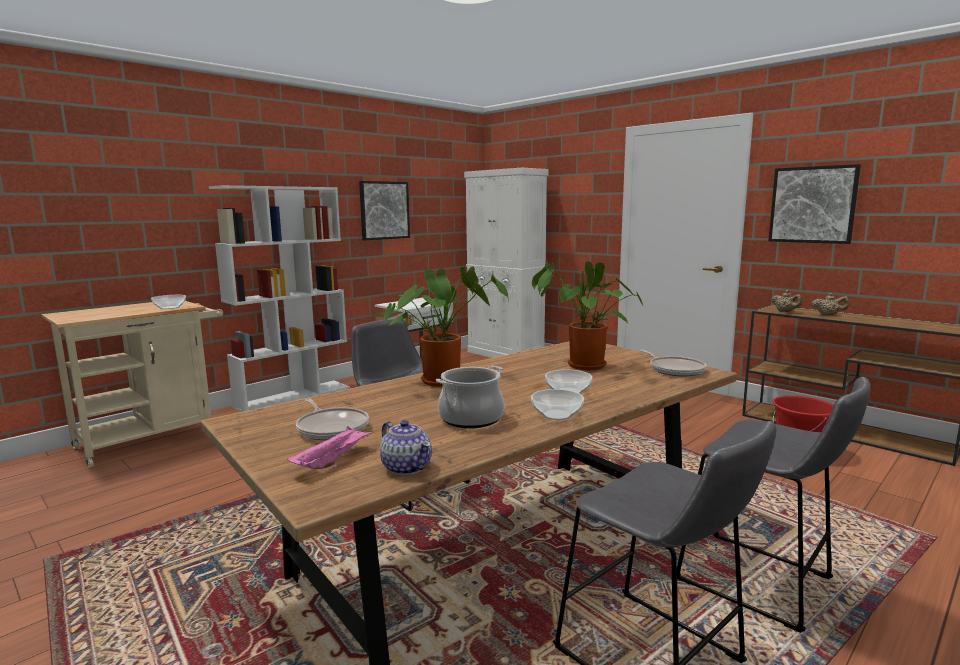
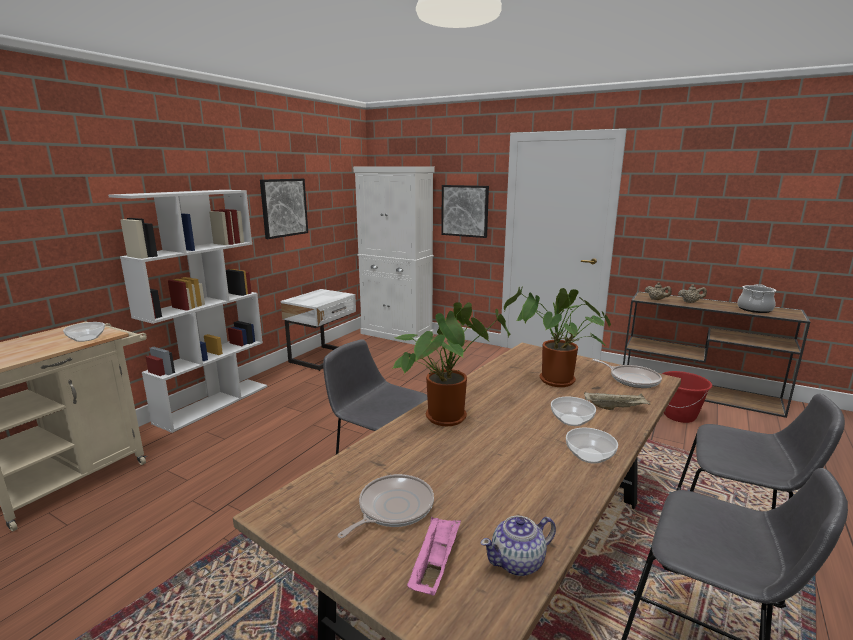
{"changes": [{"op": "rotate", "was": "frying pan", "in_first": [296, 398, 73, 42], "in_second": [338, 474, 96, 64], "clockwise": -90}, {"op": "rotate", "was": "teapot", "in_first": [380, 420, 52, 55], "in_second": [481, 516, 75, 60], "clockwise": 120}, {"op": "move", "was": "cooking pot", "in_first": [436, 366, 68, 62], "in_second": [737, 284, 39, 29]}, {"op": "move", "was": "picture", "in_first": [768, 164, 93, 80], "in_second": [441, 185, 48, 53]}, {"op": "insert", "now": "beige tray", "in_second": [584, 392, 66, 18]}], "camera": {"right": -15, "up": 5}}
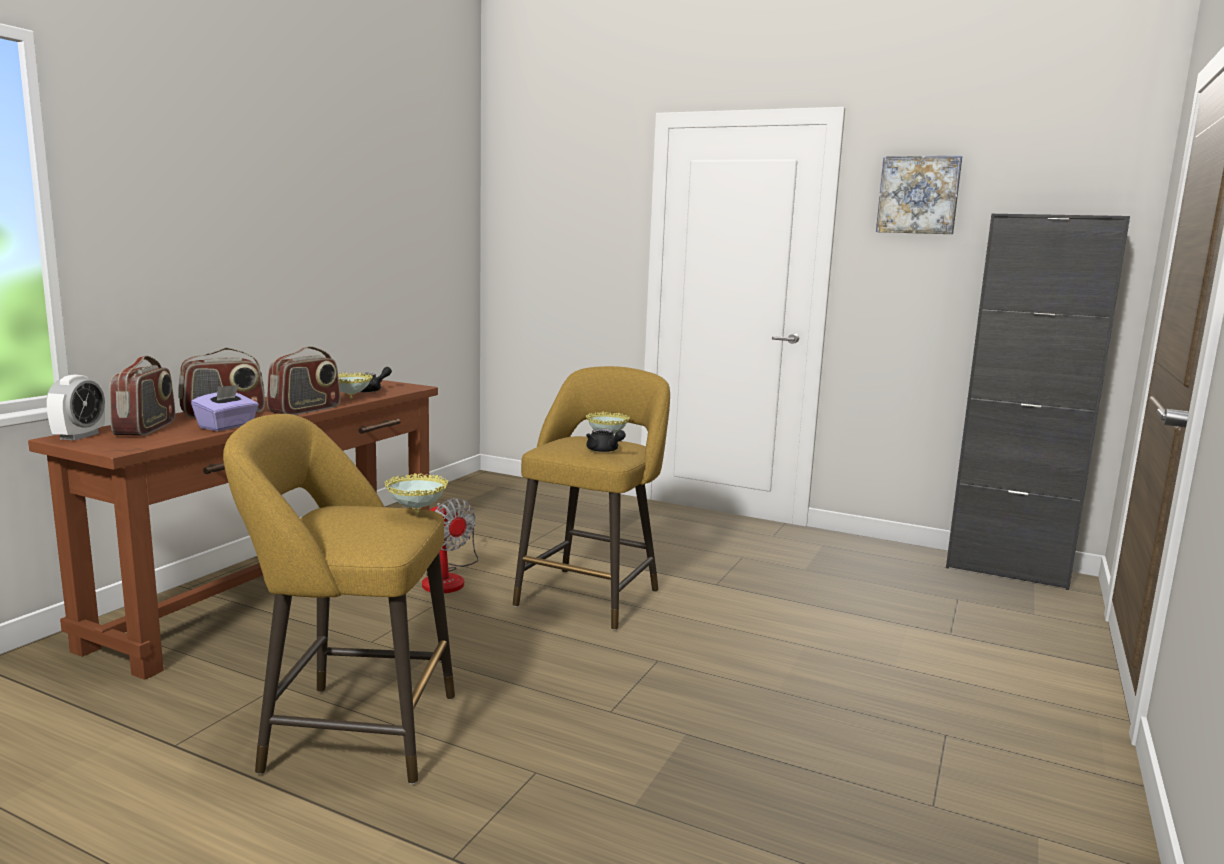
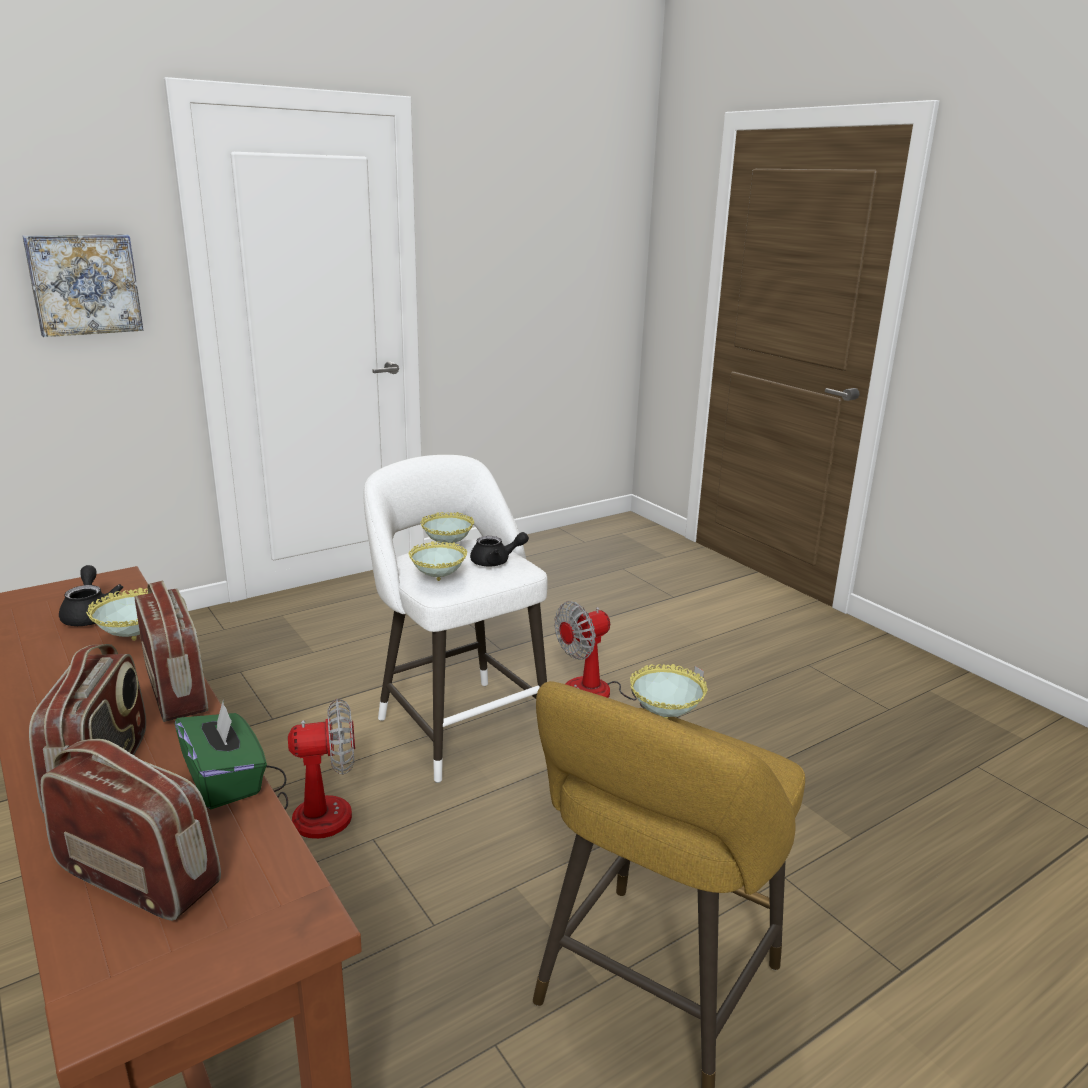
{"changes": [{"op": "delete", "was": "alarm clock", "in_first": [46, 375, 59, 65]}, {"op": "recolor", "was": "purple tissue box", "now": "green tissue box", "in_first": [191, 384, 68, 47], "in_second": [175, 701, 92, 108]}, {"op": "recolor", "was": "yellow stool", "now": "white stool", "in_first": [513, 366, 157, 264], "in_second": [363, 455, 185, 328]}, {"op": "move", "was": "picture", "in_first": [876, 156, 86, 78], "in_second": [22, 234, 121, 103]}, {"op": "delete", "was": "black cabinet", "in_first": [946, 214, 184, 376]}, {"op": "insert", "now": "bowl", "in_second": [408, 541, 59, 40]}, {"op": "insert", "now": "fan", "in_second": [554, 601, 150, 108]}], "camera": {"right": -60, "up": 10}}
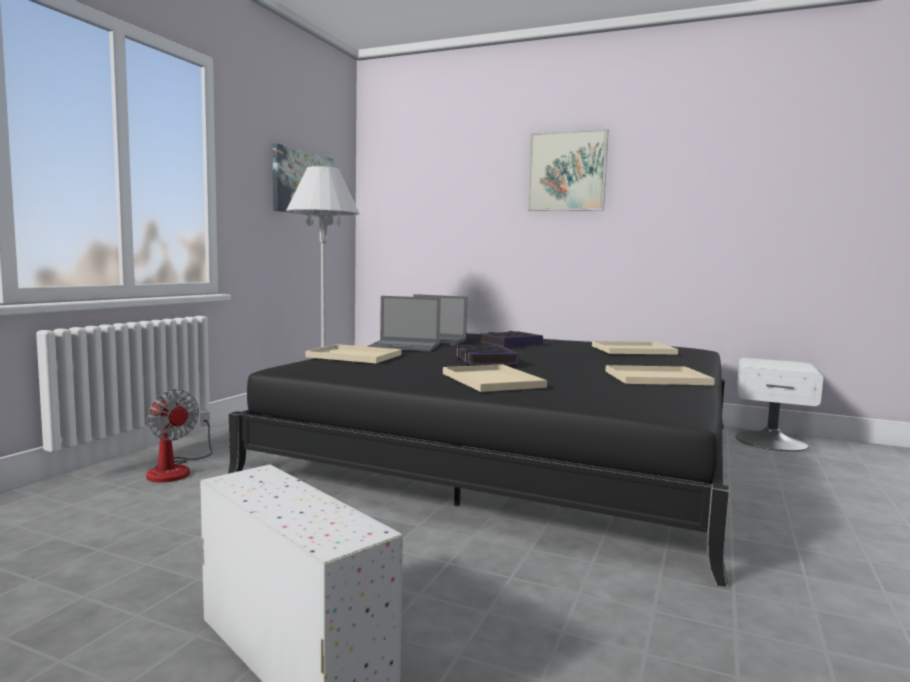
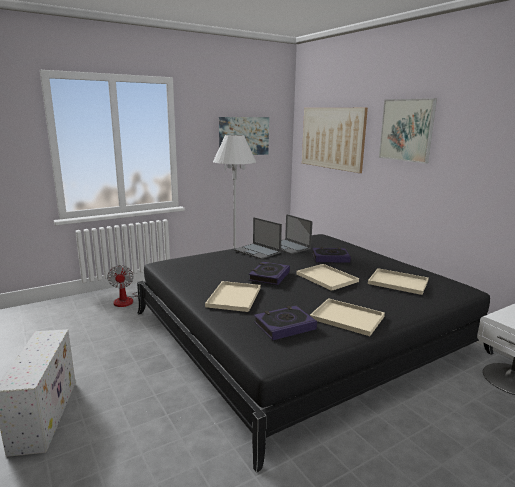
{"changes": [{"op": "move", "was": "beige tray", "in_first": [305, 344, 97, 19], "in_second": [296, 264, 63, 27]}, {"op": "insert", "now": "book", "in_second": [254, 306, 63, 34]}, {"op": "insert", "now": "picture", "in_second": [302, 108, 66, 65]}], "camera": {"right": 35, "up": 10}}
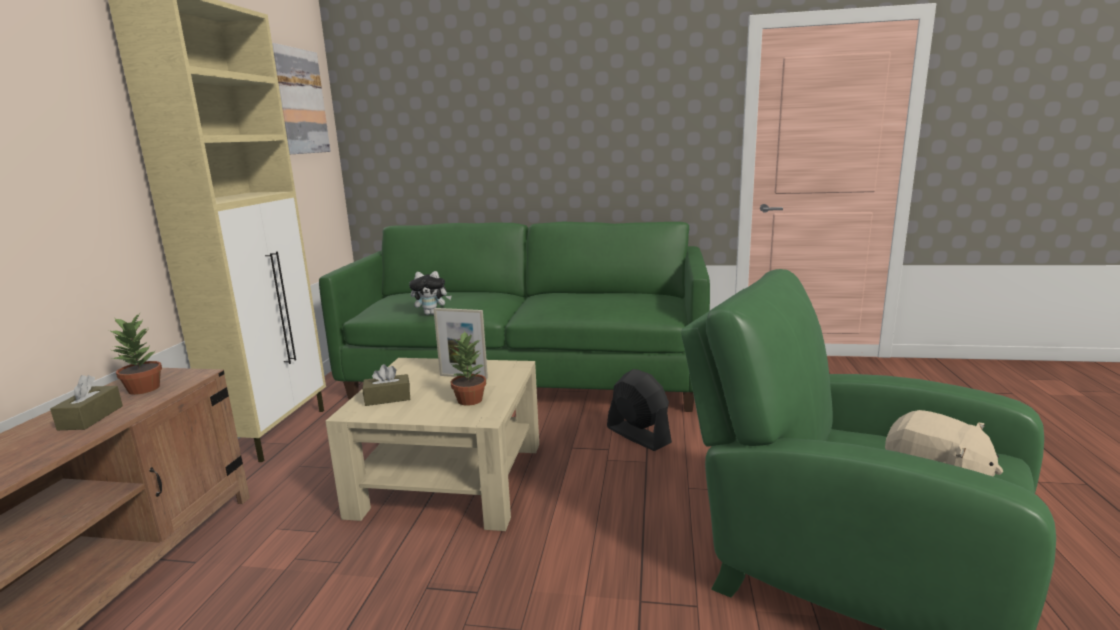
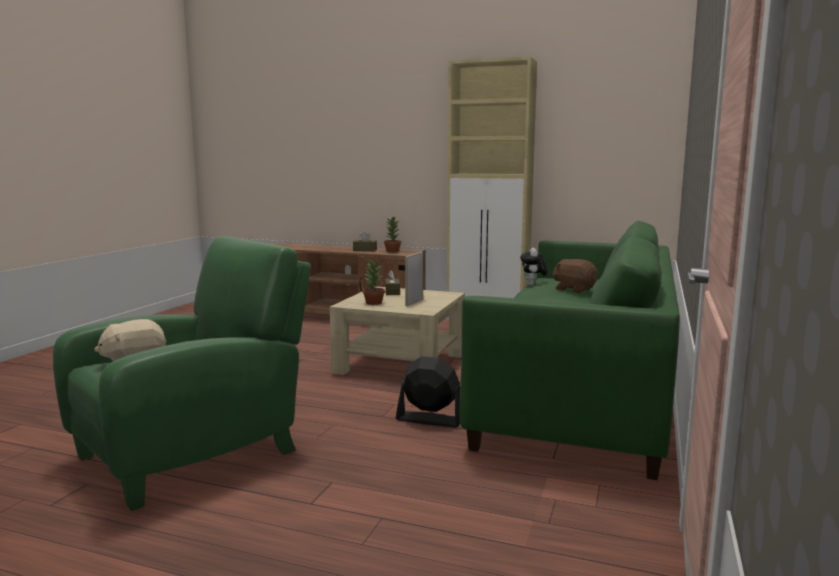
{"changes": [{"op": "delete", "was": "picture", "in_first": [272, 43, 59, 111]}, {"op": "rotate", "was": "black fan", "in_first": [607, 369, 65, 82], "in_second": [396, 356, 64, 72], "clockwise": -135}, {"op": "insert", "now": "brown plush toy", "in_second": [552, 259, 46, 34]}], "camera": {"right": 100, "up": -5}}
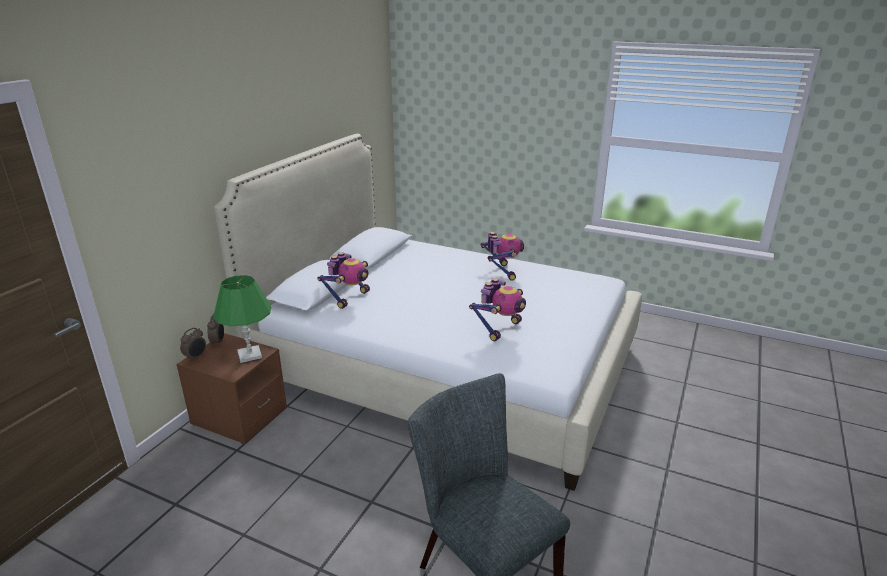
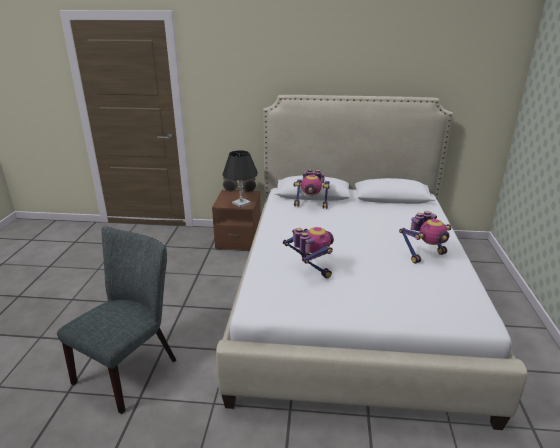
{"changes": [{"op": "recolor", "was": "green table lamp", "now": "black table lamp", "in_first": [213, 275, 58, 88], "in_second": [222, 150, 36, 57]}, {"op": "rotate", "was": "toy robot", "in_first": [469, 278, 57, 63], "in_second": [283, 227, 51, 52], "clockwise": -135}], "camera": {"right": 70, "up": 0}}
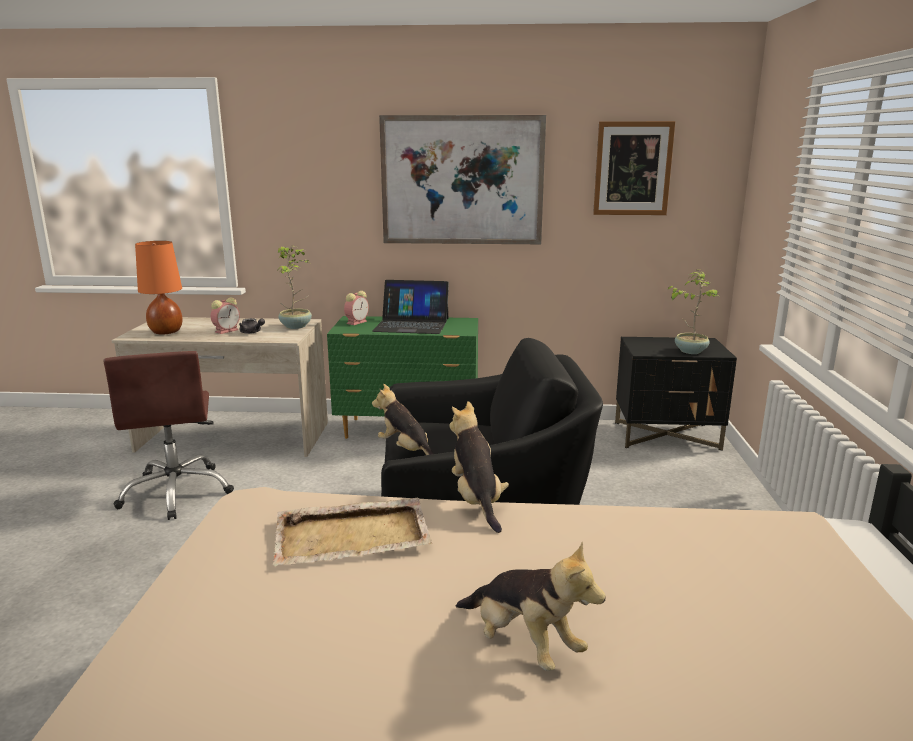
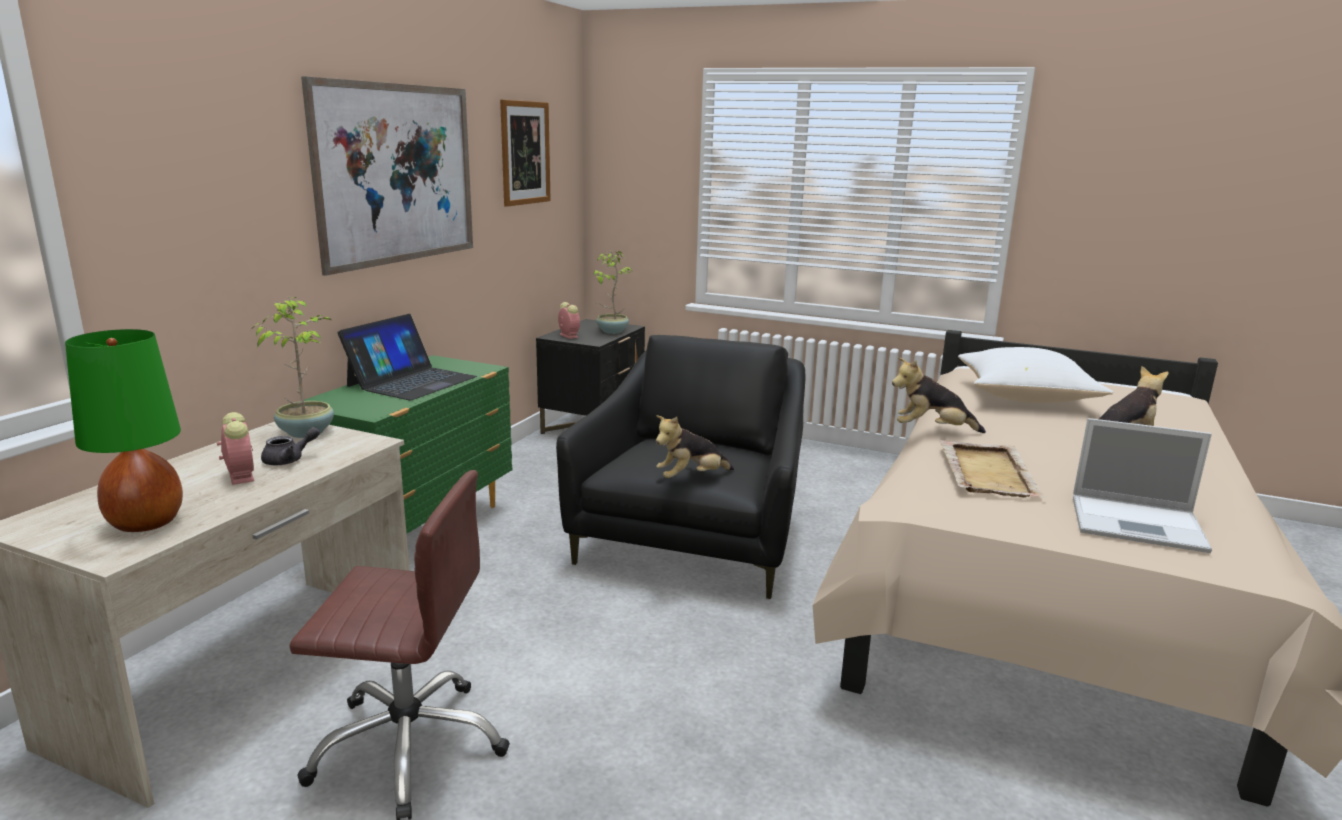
{"changes": [{"op": "recolor", "was": "orange table lamp", "now": "green table lamp", "in_first": [135, 241, 48, 94], "in_second": [65, 329, 118, 203]}, {"op": "move", "was": "alarm clock", "in_first": [344, 291, 25, 34], "in_second": [558, 302, 22, 37]}, {"op": "insert", "now": "white pillow", "in_second": [958, 347, 156, 56]}, {"op": "insert", "now": "laptop", "in_second": [1073, 418, 139, 135]}], "camera": {"right": -70, "up": 0}}
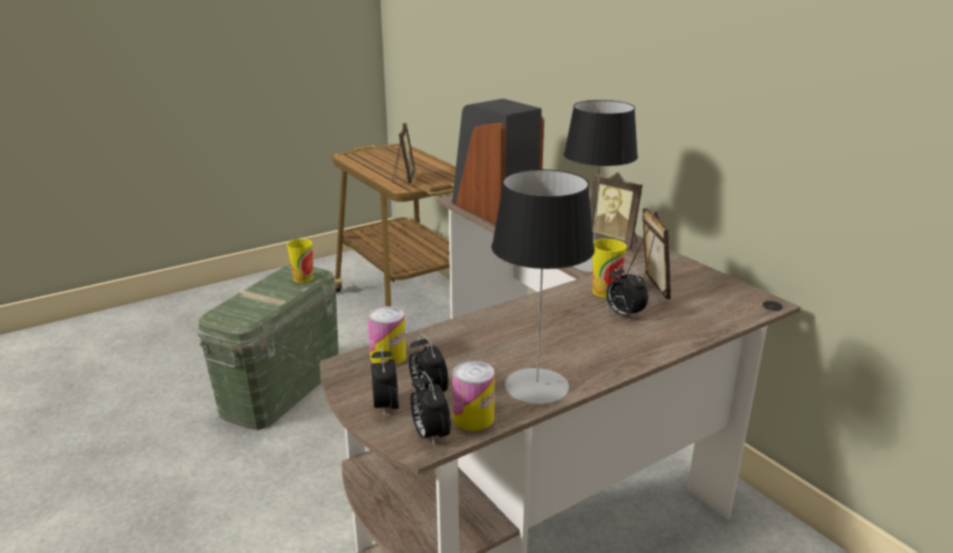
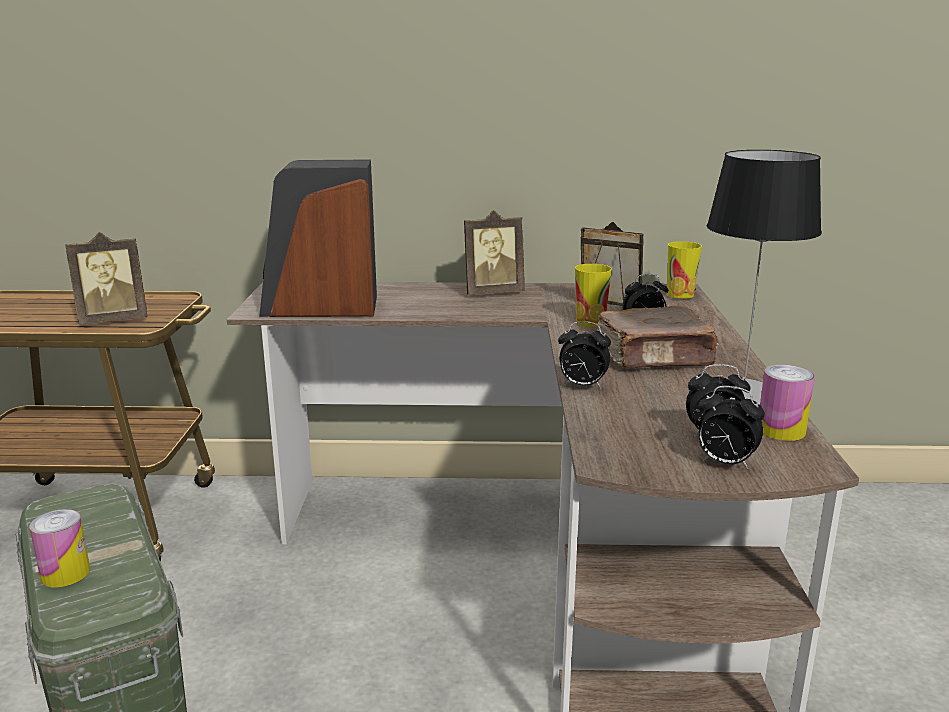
{"changes": [{"op": "move", "was": "cup", "in_first": [287, 239, 27, 44], "in_second": [667, 241, 35, 58]}, {"op": "move", "was": "can", "in_first": [367, 306, 39, 59], "in_second": [29, 509, 61, 79]}, {"op": "rotate", "was": "picture frame", "in_first": [392, 123, 24, 61], "in_second": [65, 232, 82, 93], "clockwise": 120}, {"op": "move", "was": "alarm clock", "in_first": [410, 371, 41, 76], "in_second": [558, 321, 53, 67]}, {"op": "delete", "was": "table lamp", "in_first": [564, 100, 74, 172]}, {"op": "insert", "now": "brown book", "in_second": [597, 306, 122, 62]}], "camera": {"right": -55, "up": -5}}
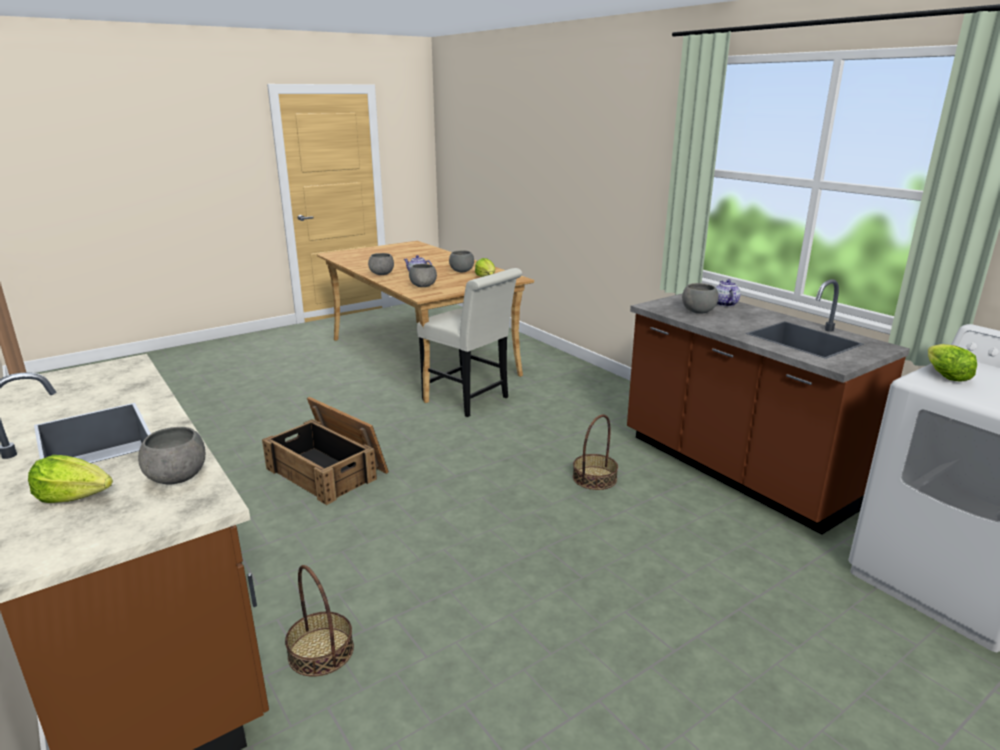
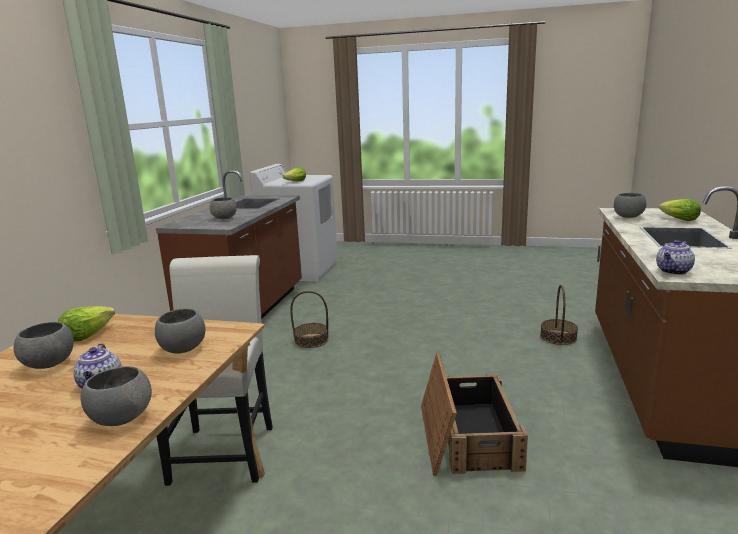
{"changes": [{"op": "move", "was": "teapot", "in_first": [716, 279, 25, 28], "in_second": [656, 240, 39, 35]}], "camera": {"right": -130, "up": -5}}
